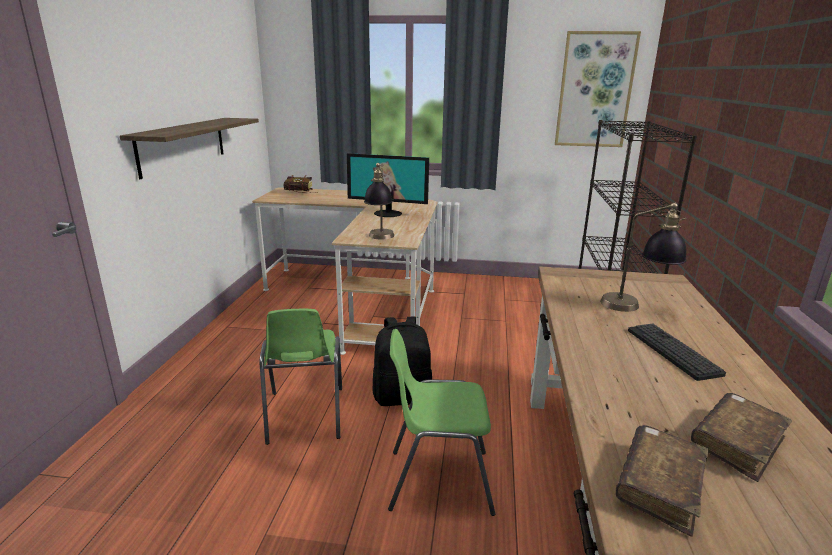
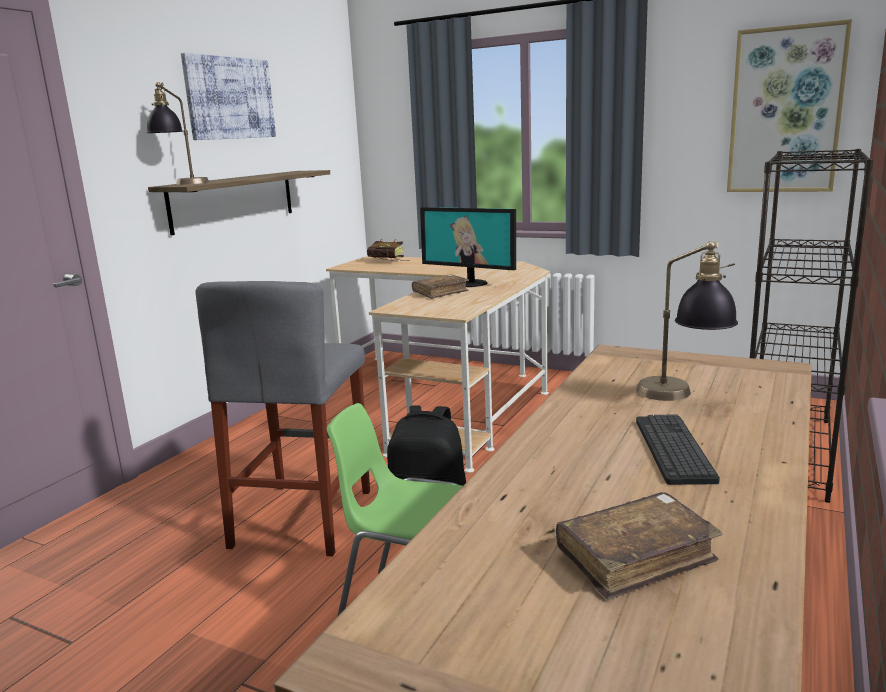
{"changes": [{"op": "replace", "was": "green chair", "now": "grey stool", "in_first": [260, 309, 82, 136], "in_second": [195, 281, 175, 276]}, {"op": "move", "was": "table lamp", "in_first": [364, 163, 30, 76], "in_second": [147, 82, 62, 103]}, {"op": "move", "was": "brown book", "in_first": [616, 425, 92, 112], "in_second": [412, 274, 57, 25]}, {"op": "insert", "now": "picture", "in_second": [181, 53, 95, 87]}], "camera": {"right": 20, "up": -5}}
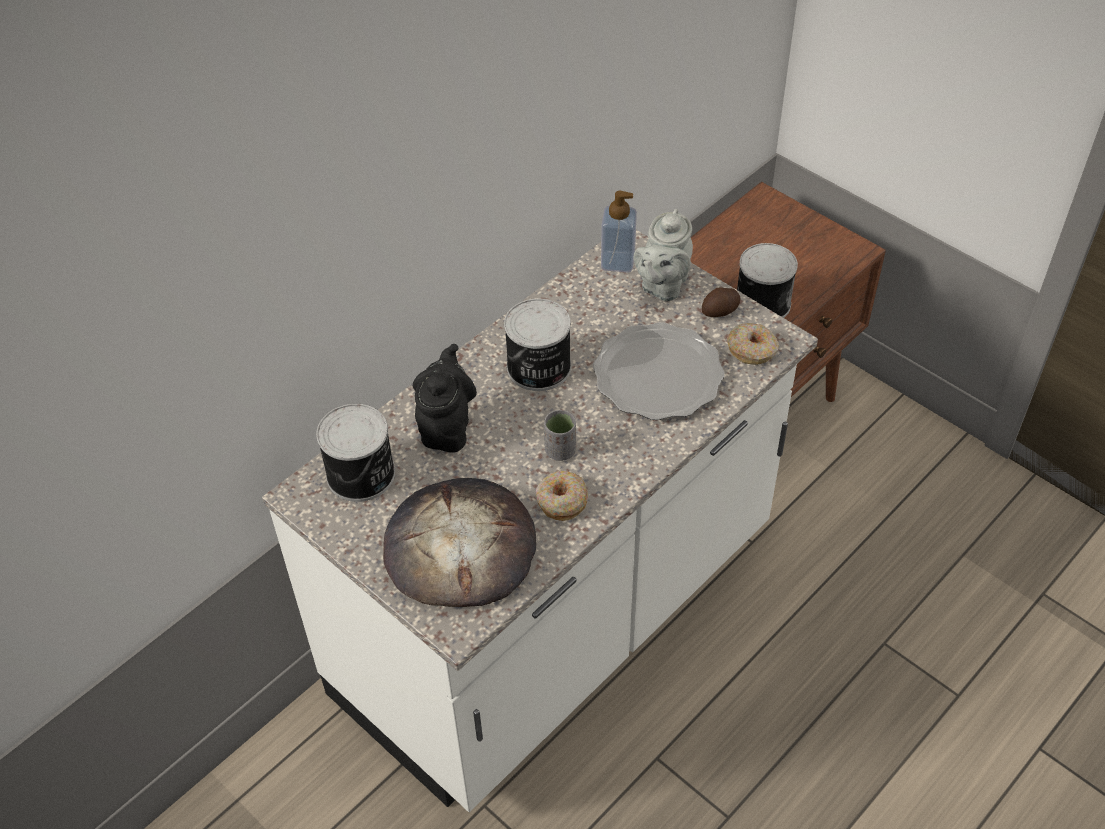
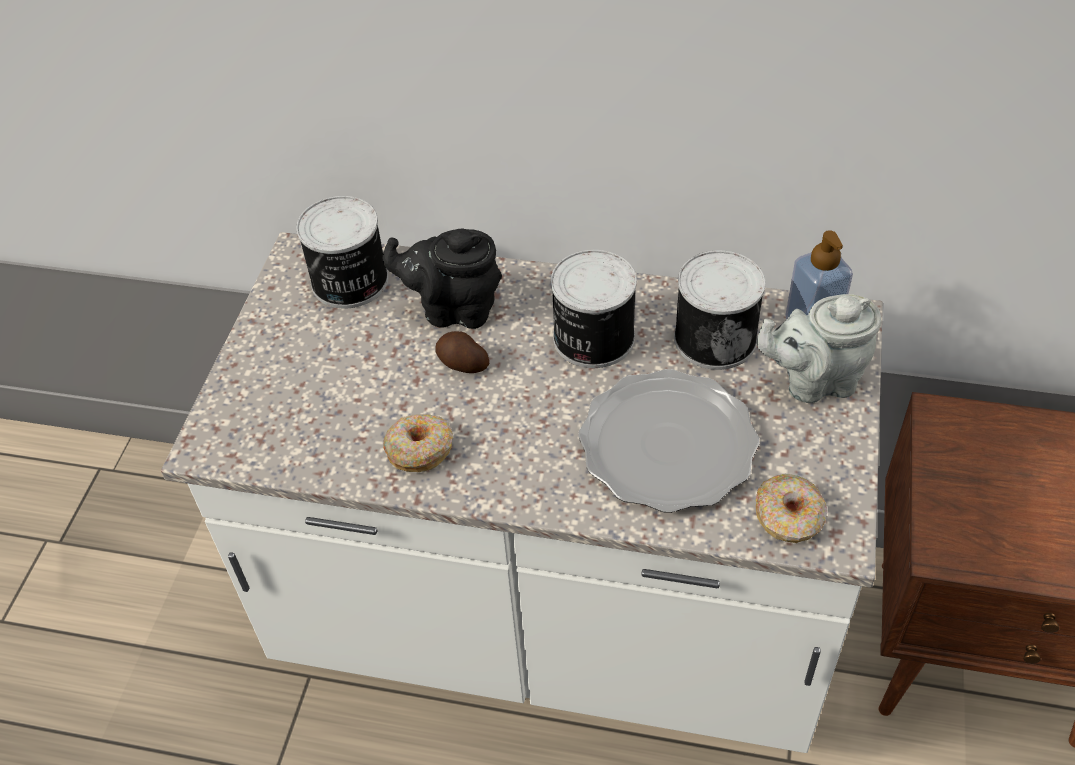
{"changes": [{"op": "delete", "was": "bread", "in_first": [383, 478, 153, 129]}, {"op": "rotate", "was": "black teapot", "in_first": [413, 344, 64, 109], "in_second": [383, 228, 119, 101], "clockwise": -150}, {"op": "delete", "was": "grey cup", "in_first": [544, 410, 32, 51]}, {"op": "move", "was": "potato", "in_first": [702, 287, 38, 30], "in_second": [436, 331, 53, 42]}, {"op": "move", "was": "can", "in_first": [737, 243, 61, 75], "in_second": [674, 250, 91, 120]}], "camera": {"right": 60, "up": 0}}
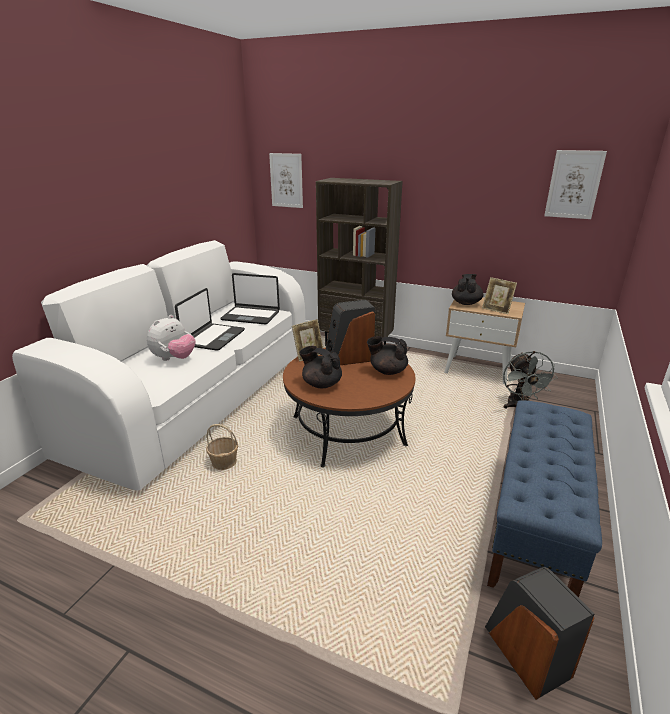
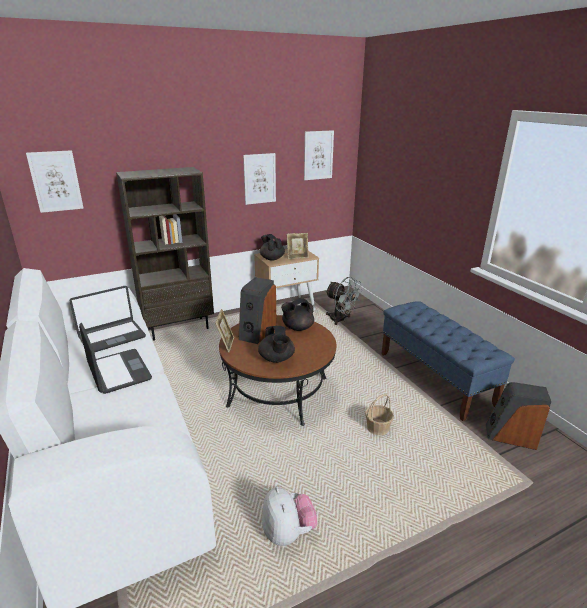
{"changes": [{"op": "move", "was": "plush toy", "in_first": [147, 315, 49, 46], "in_second": [262, 486, 56, 60]}, {"op": "move", "was": "basket", "in_first": [206, 424, 32, 46], "in_second": [365, 394, 29, 41]}, {"op": "rotate", "was": "black teapot", "in_first": [300, 346, 42, 42], "in_second": [258, 326, 37, 37], "clockwise": -90}, {"op": "insert", "now": "picture", "in_second": [243, 153, 33, 52]}], "camera": {"right": -50, "up": 0}}
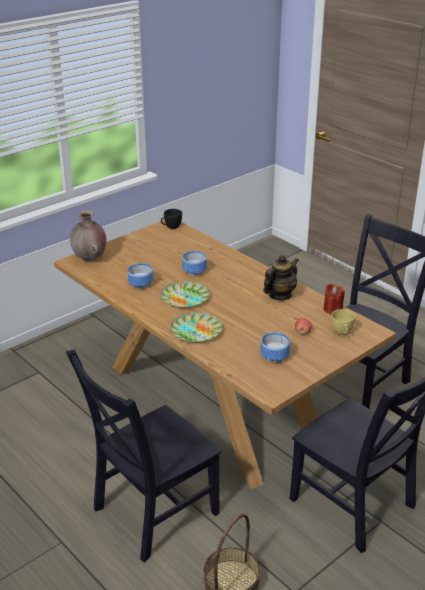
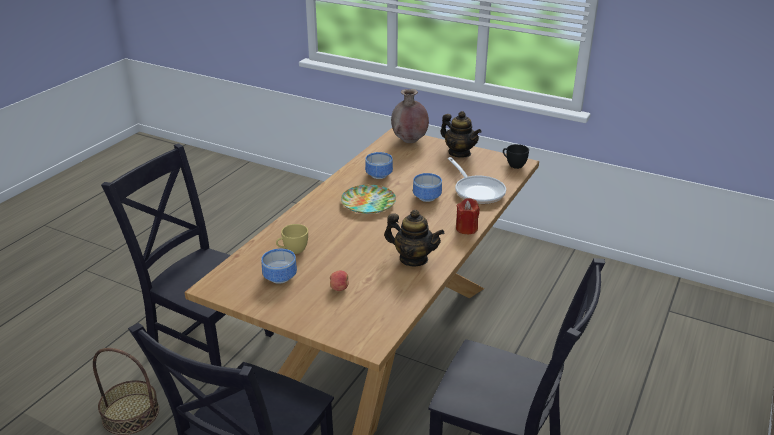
{"changes": [{"op": "delete", "was": "plate", "in_first": [170, 312, 53, 31]}, {"op": "move", "was": "red candle", "in_first": [324, 283, 21, 31], "in_second": [456, 198, 24, 36]}, {"op": "move", "was": "yellow cup", "in_first": [331, 309, 24, 26], "in_second": [276, 224, 32, 30]}, {"op": "insert", "now": "teapot", "in_second": [441, 111, 40, 47]}, {"op": "insert", "now": "frying pan", "in_second": [448, 157, 58, 47]}], "camera": {"right": 70, "up": 0}}
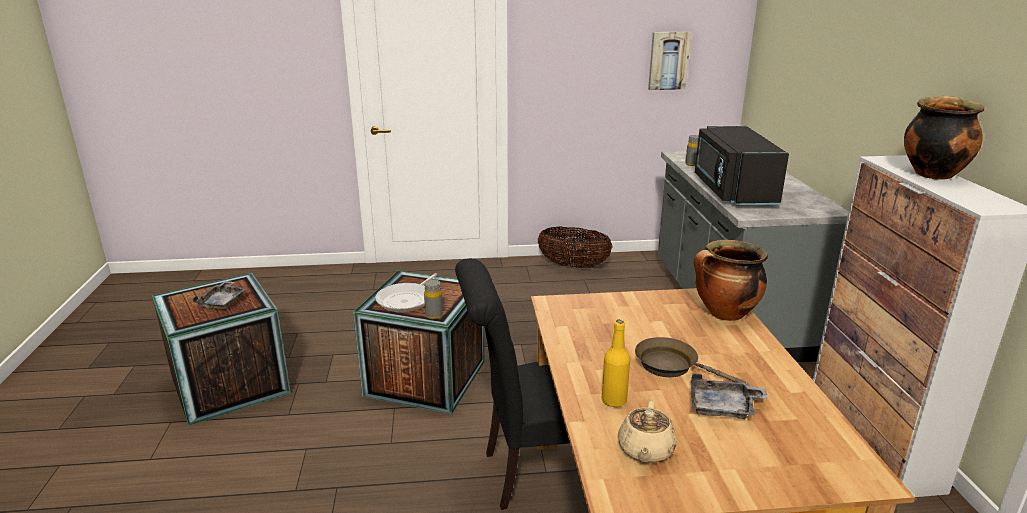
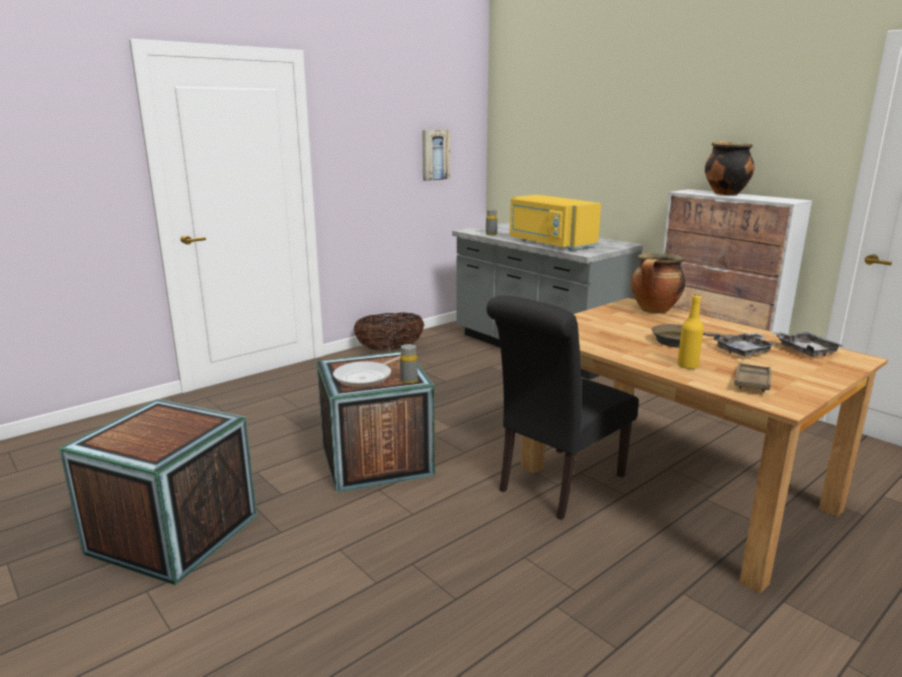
{"changes": [{"op": "move", "was": "grey tray", "in_first": [193, 281, 53, 29], "in_second": [771, 332, 72, 25]}, {"op": "rotate", "was": "frying pan", "in_first": [375, 273, 62, 39], "in_second": [333, 356, 67, 32], "clockwise": 45}, {"op": "replace", "was": "beige teapot", "now": "brown tray", "in_first": [618, 401, 59, 62], "in_second": [734, 363, 38, 29]}, {"op": "recolor", "was": "black microwave", "now": "yellow microwave", "in_first": [695, 126, 94, 80], "in_second": [510, 195, 91, 55]}], "camera": {"right": -35, "up": -5}}
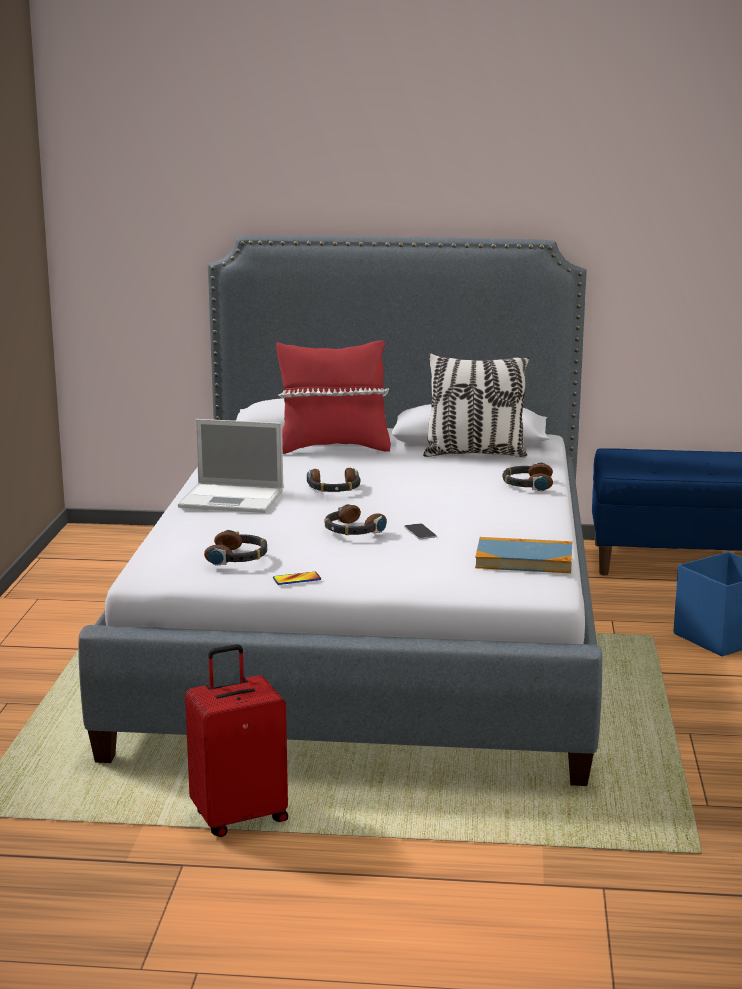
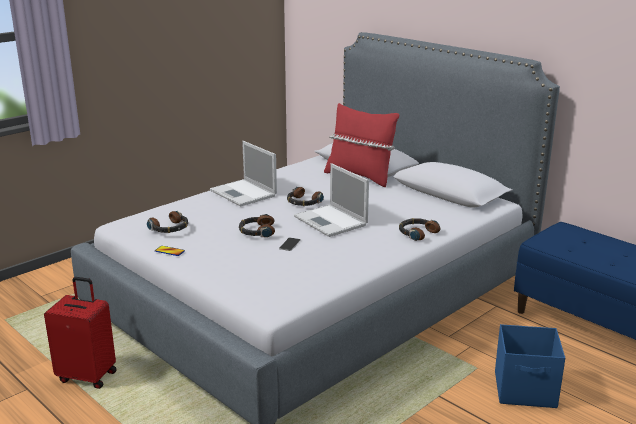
{"changes": [{"op": "delete", "was": "pillow", "in_first": [423, 353, 106, 104]}, {"op": "delete", "was": "book", "in_first": [475, 537, 97, 36]}, {"op": "insert", "now": "laptop", "in_second": [294, 163, 75, 74]}], "camera": {"right": 40, "up": 5}}
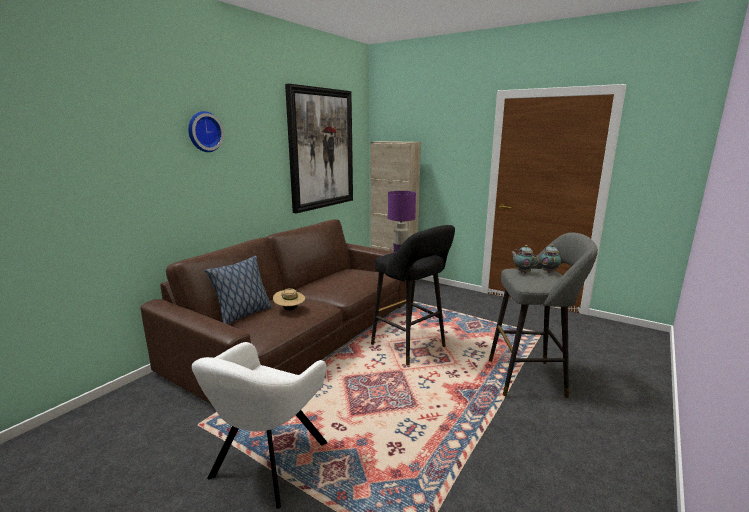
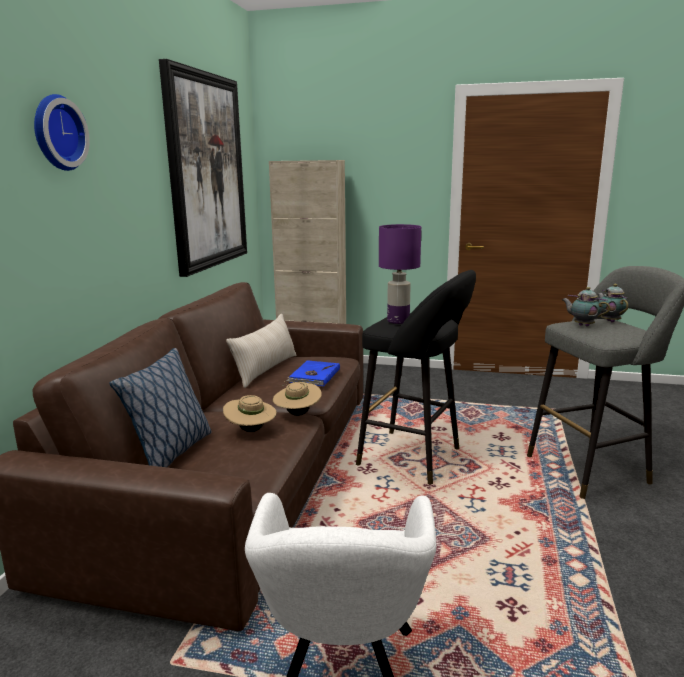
{"changes": [{"op": "insert", "now": "beige pillow", "in_second": [226, 314, 71, 74]}, {"op": "insert", "now": "beige hat", "in_second": [273, 381, 49, 35]}, {"op": "insert", "now": "blue book", "in_second": [286, 360, 54, 26]}], "camera": {"right": -20, "up": 0}}
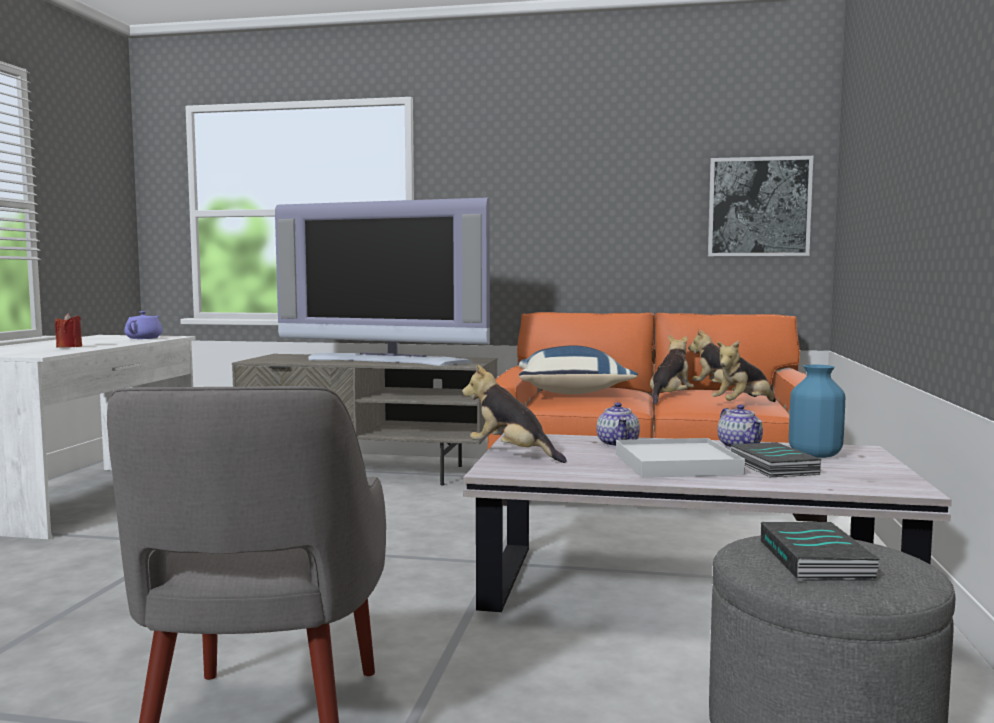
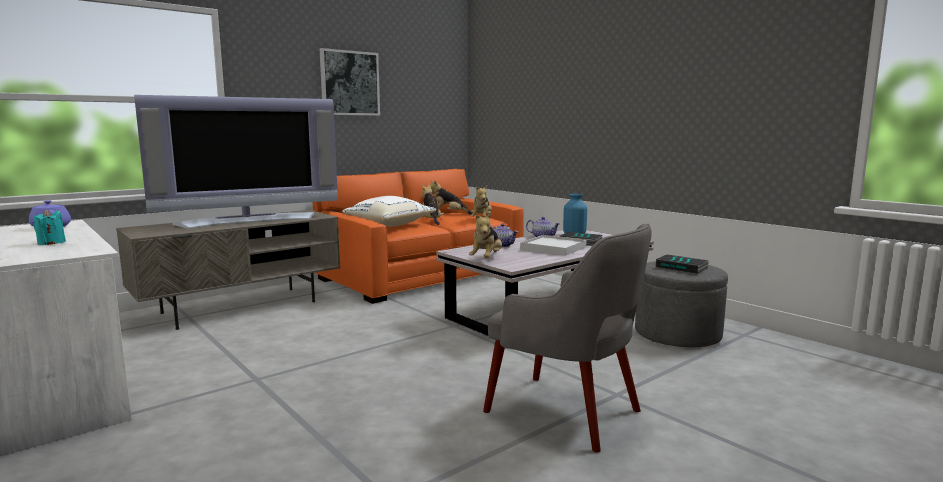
{"changes": [{"op": "recolor", "was": "red candle", "now": "turquoise candle", "in_first": [55, 313, 27, 34], "in_second": [33, 209, 33, 36]}, {"op": "rotate", "was": "plush toy", "in_first": [463, 365, 104, 98], "in_second": [469, 213, 33, 45], "clockwise": -60}, {"op": "recolor", "was": "blue pillow", "now": "white pillow", "in_first": [518, 345, 120, 49], "in_second": [342, 196, 94, 31]}, {"op": "move", "was": "picture", "in_first": [708, 156, 105, 100], "in_second": [320, 48, 60, 67]}], "camera": {"right": -50, "up": 5}}
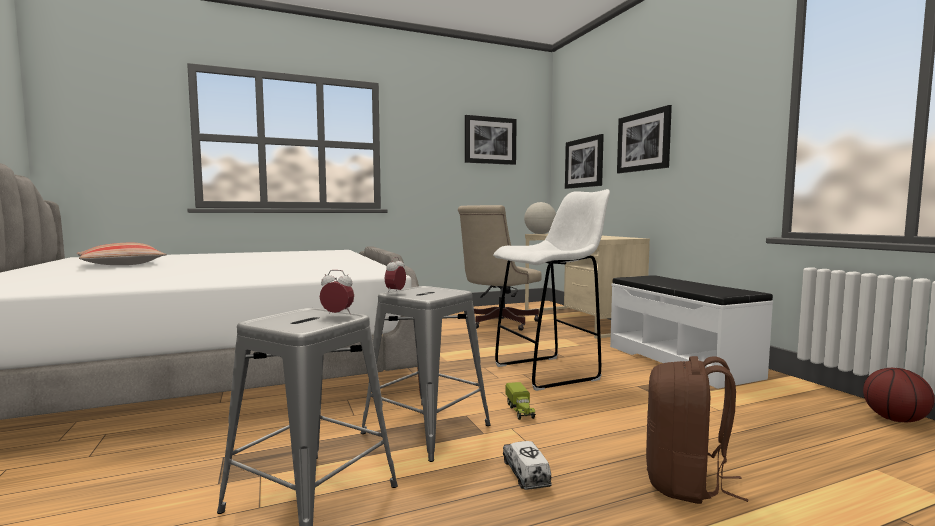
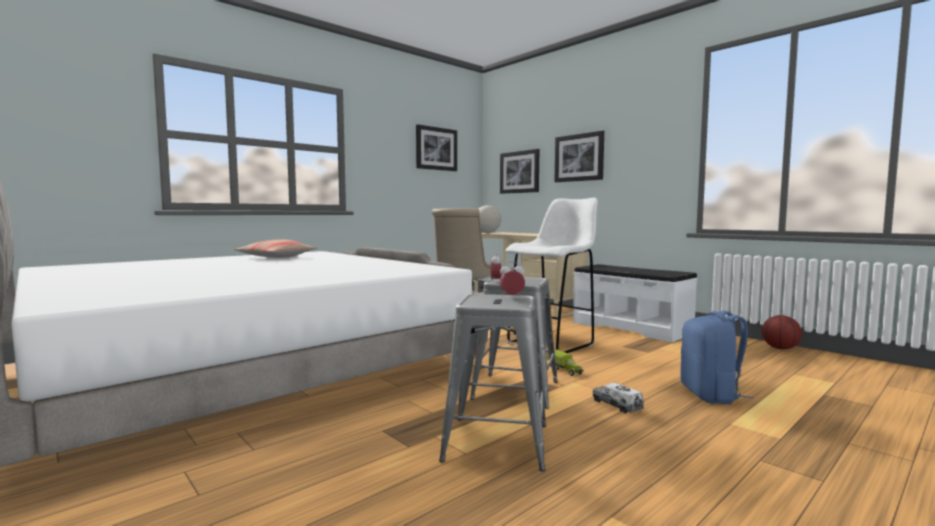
{"changes": [{"op": "move", "was": "pillow", "in_first": [76, 243, 91, 22], "in_second": [234, 240, 83, 18]}, {"op": "recolor", "was": "brown backpack", "now": "blue backpack", "in_first": [646, 356, 102, 148], "in_second": [680, 311, 73, 93]}], "camera": {"right": -20, "up": 0}}
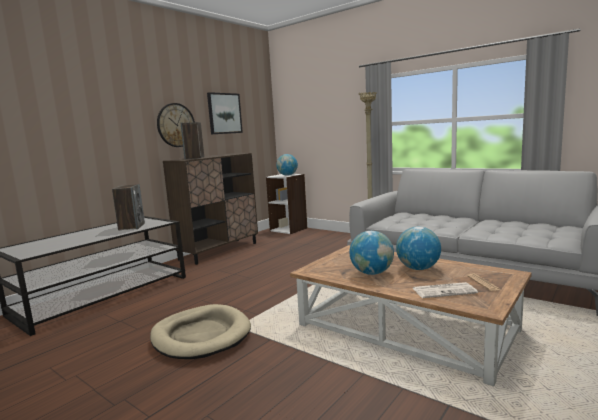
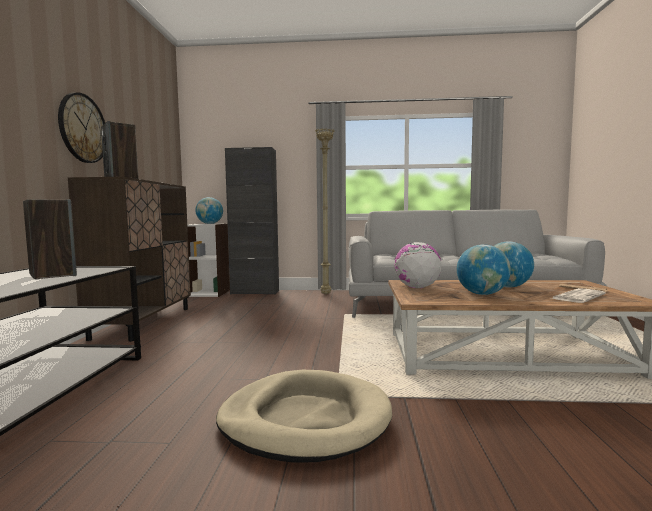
{"changes": [{"op": "delete", "was": "picture", "in_first": [207, 92, 36, 42]}, {"op": "insert", "now": "black cabinet", "in_second": [225, 147, 54, 148]}, {"op": "insert", "now": "globe", "in_second": [394, 242, 47, 46]}], "camera": {"right": -35, "up": -5}}
